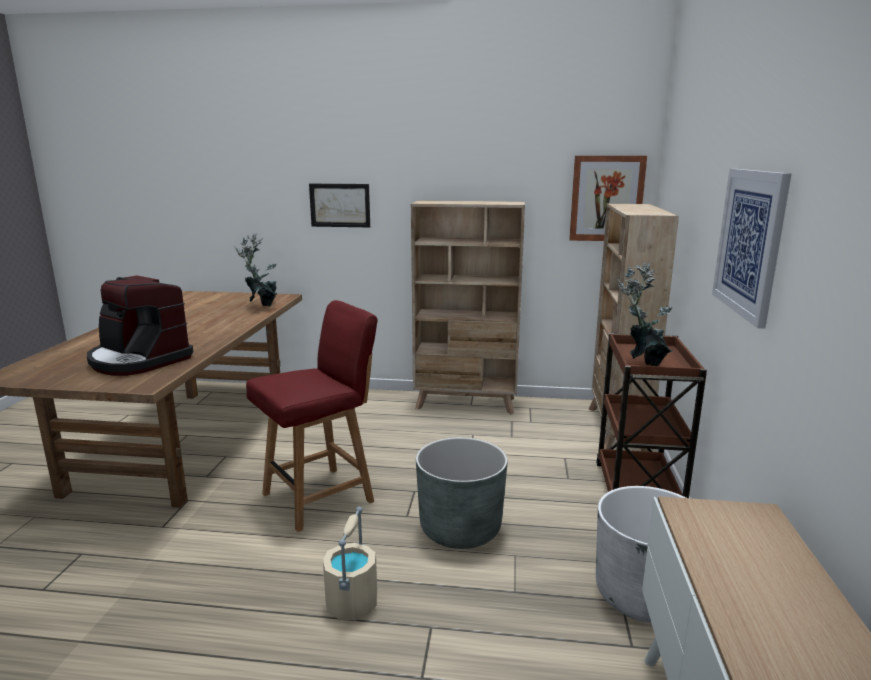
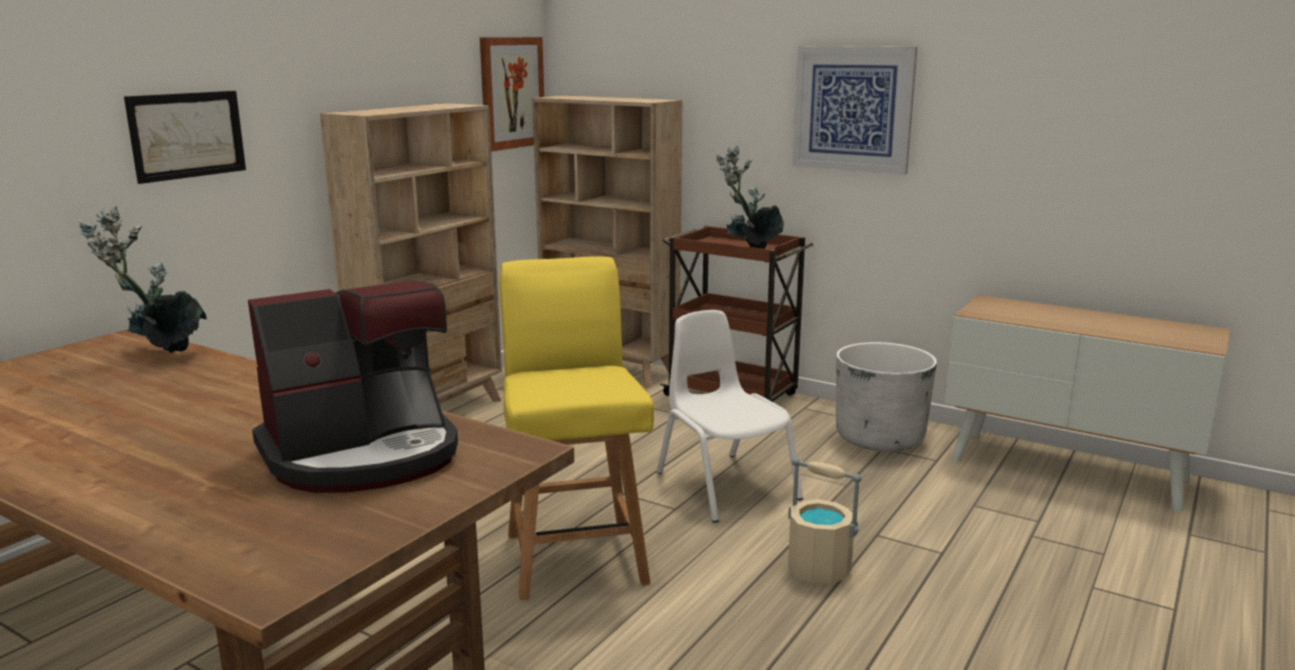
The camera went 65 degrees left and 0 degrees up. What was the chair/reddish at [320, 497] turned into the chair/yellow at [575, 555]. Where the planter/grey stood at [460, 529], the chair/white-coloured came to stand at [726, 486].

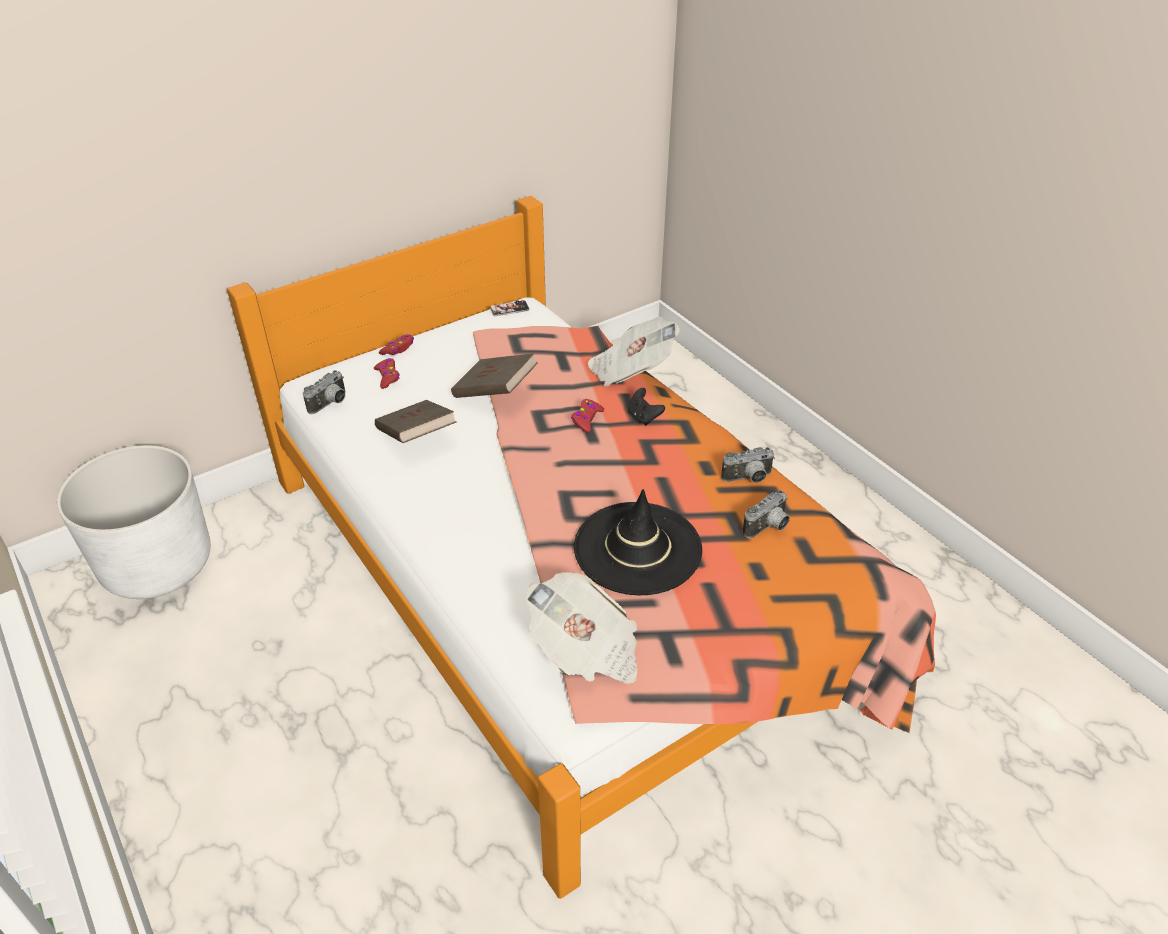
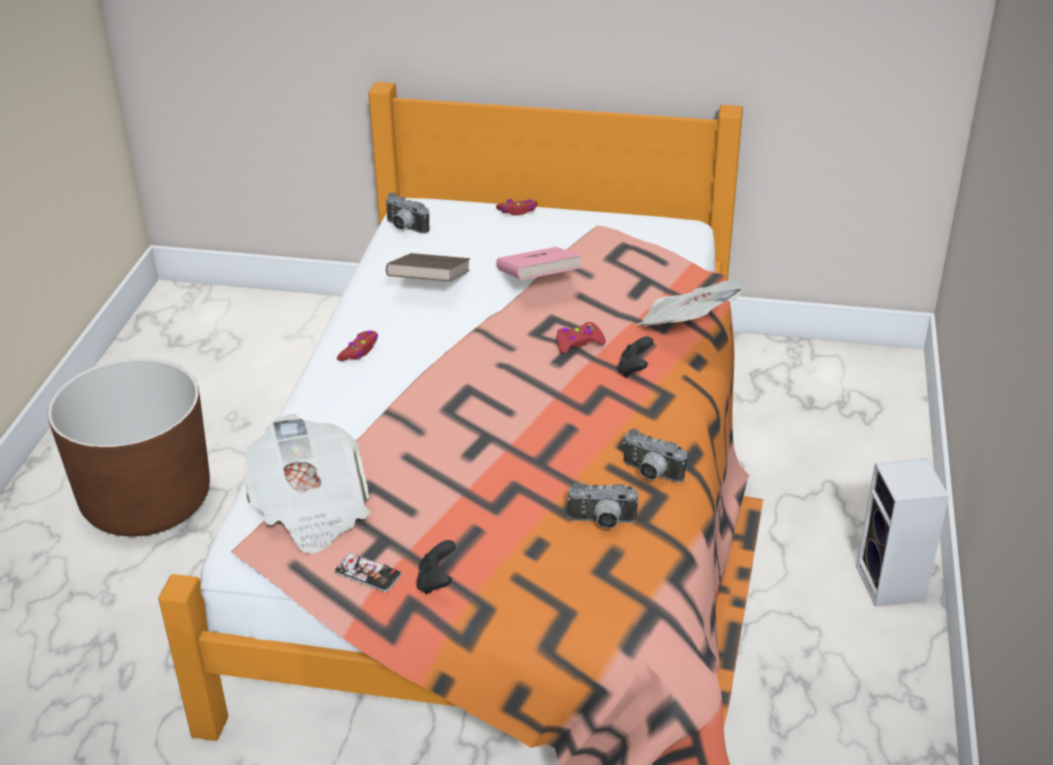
The camera went 45 degrees right and 5 degrees down. The second view lost the planter/white-coloured at [157, 564]. The photo camera at [331, 404] ended up facing another way, 45 degrees clockwise from before. The joypad/reddish ended up elsewhere, having gone from [387, 377] to [359, 351]. What was the bound book/brownish at [495, 392] turned into the bound book/pink-coloured at [538, 282]. The handset ended up elsewhere, having gone from [509, 309] to [368, 573]. The second view lost the hat/black at [637, 548]. The second view gained the planter/brownish at [147, 501]. The second view gained the joypad/black at [436, 582]. The second view gained the loudspeaker at [892, 585].

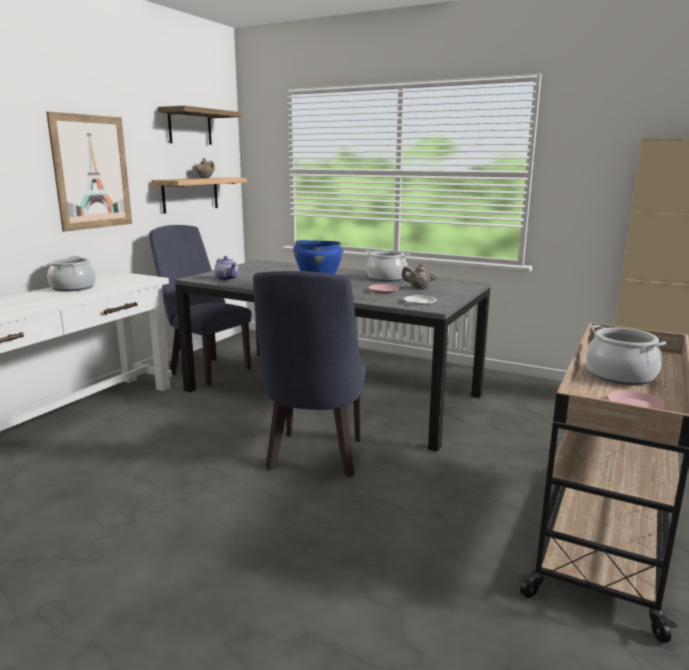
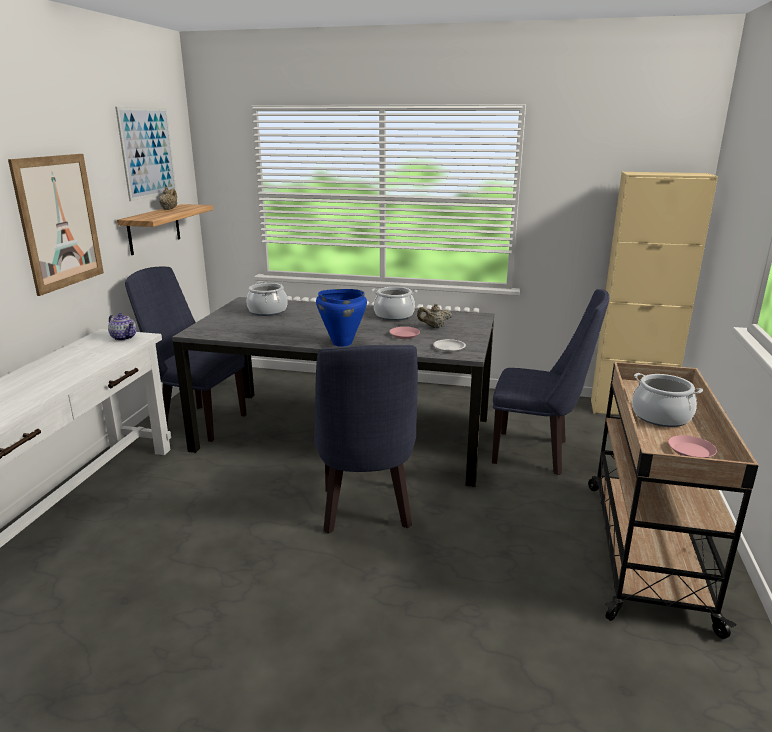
The camera went 15 degrees left and 5 degrees up. The saucepot ended up elsewhere, having gone from [73, 288] to [267, 311]. Where the bracket shelf hung at [190, 127], the picture came to hang at [147, 152]. The tea pot ended up elsewhere, having gone from [227, 279] to [124, 337]. The second view gained the chair/blue at [538, 453].

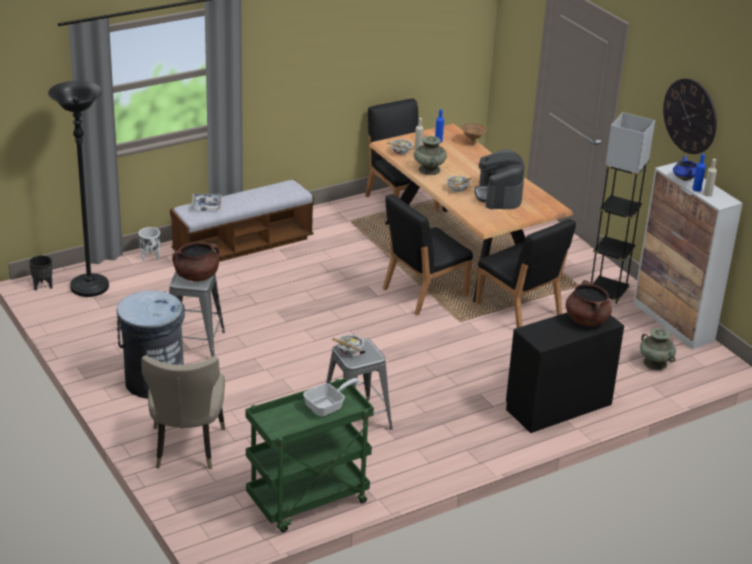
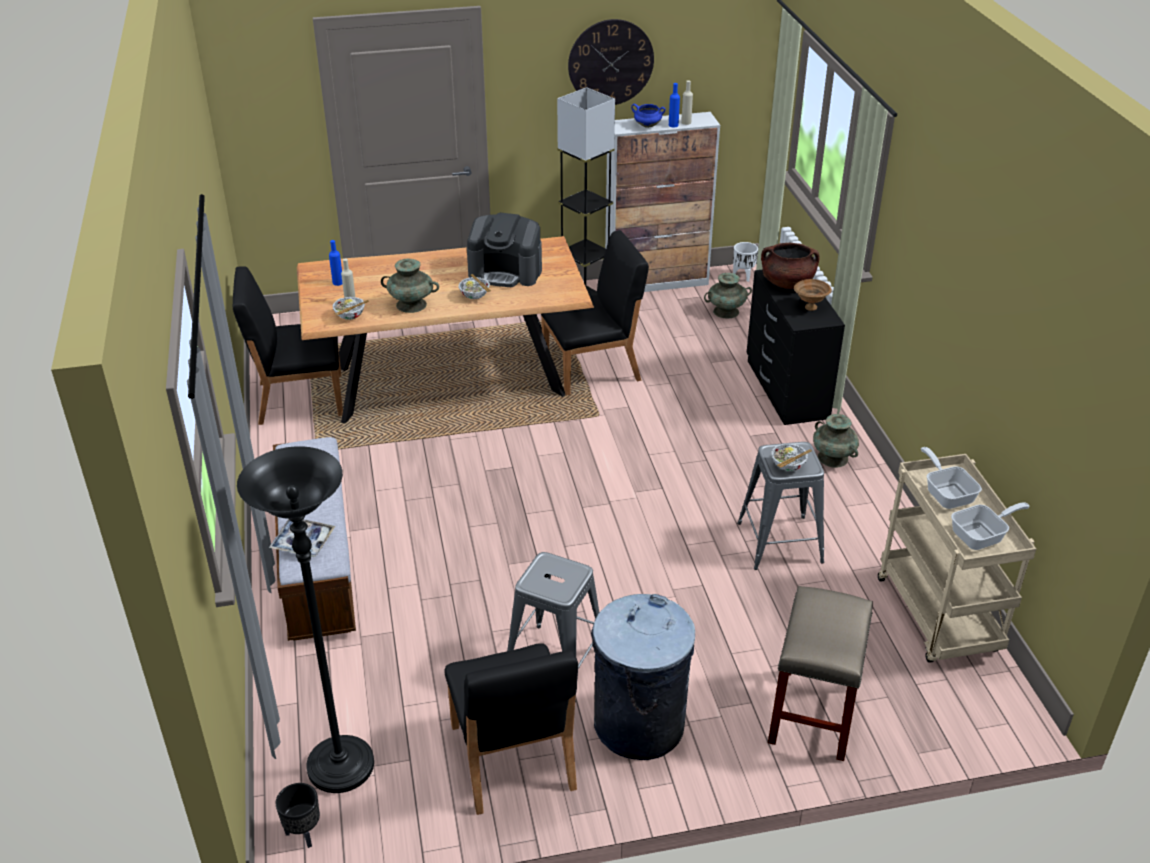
The camera went 70 degrees left and 5 degrees up. The planter/white-coloured ended up elsewhere, having gone from [150, 257] to [743, 276]. Where the chair/beige stood at [186, 450], the stool/beige came to stand at [813, 715]. The second view lost the saucepot/brownish at [196, 276]. What was the trolley/greenish at [307, 503] turned into the trolley/beige at [939, 617]. The chair/black ended up elsewhere, having gone from [423, 292] to [512, 759]. The bowl/brownish ended up elsewhere, having gone from [472, 142] to [809, 307]. The second view gained the vase/turquoise at [833, 458]. The second view gained the skillet at [982, 536].

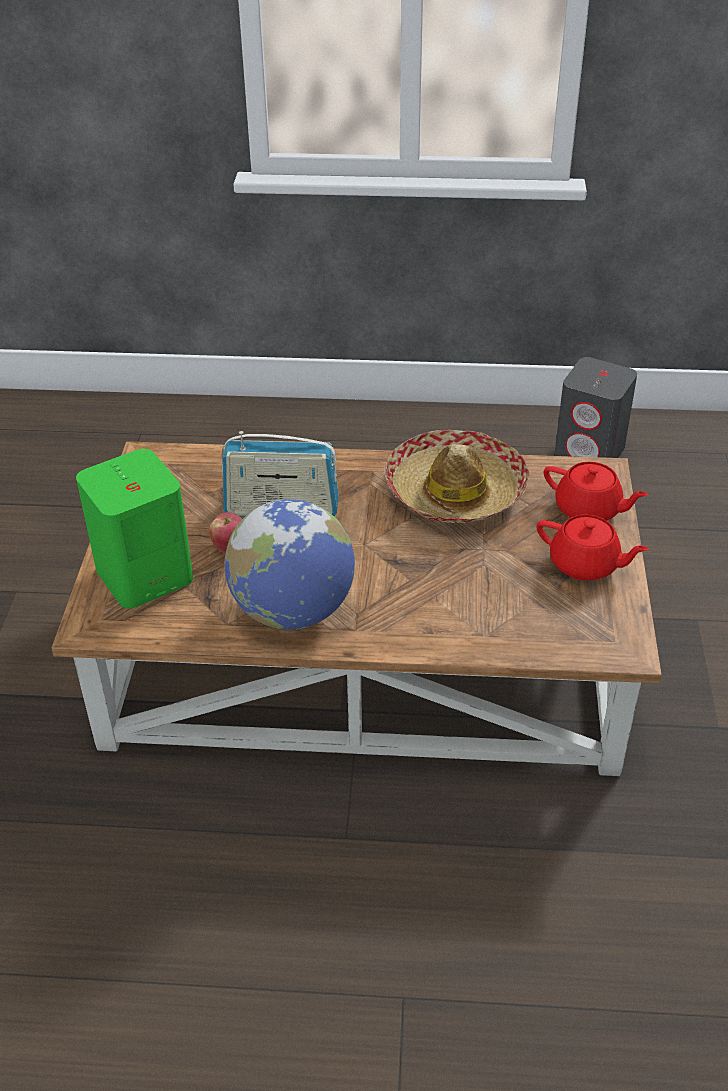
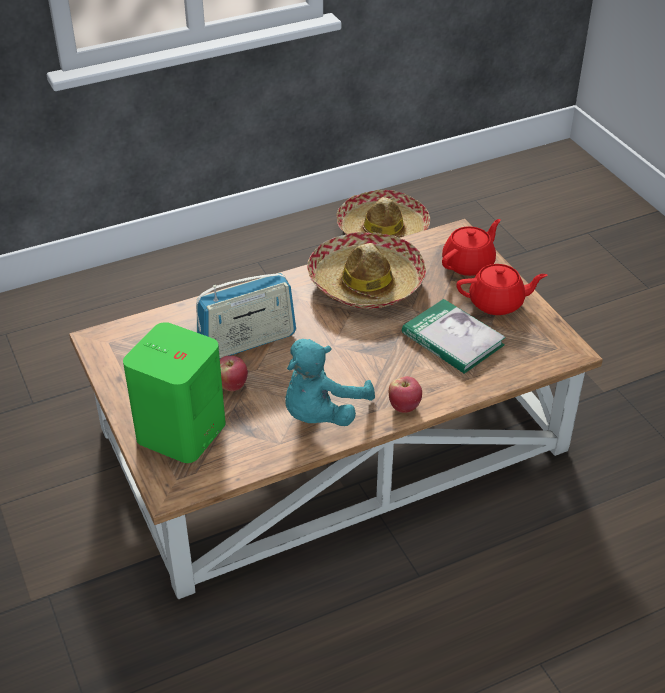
The camera went 30 degrees left and 0 degrees up. Where the world globe stood at [293, 610], the cuddly toy/turquoise came to stand at [321, 413]. The tea pot/reddish at [589, 509] ended up facing another way, 45 degrees counterclockwise from before. Where the loudspeaker/grey stood at [590, 453], the hat came to stand at [383, 230]. The second view gained the apple at [404, 407]. The second view gained the bound book at [452, 339].

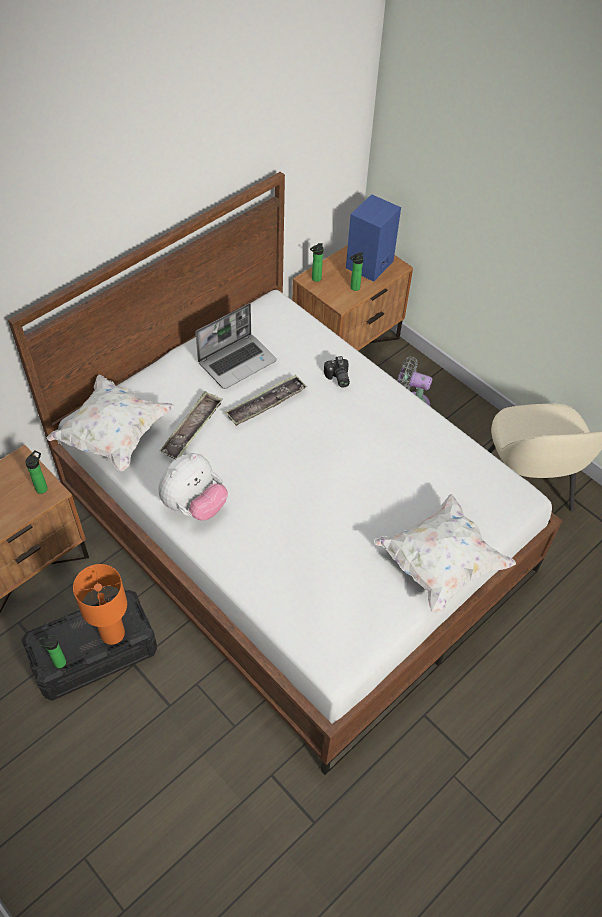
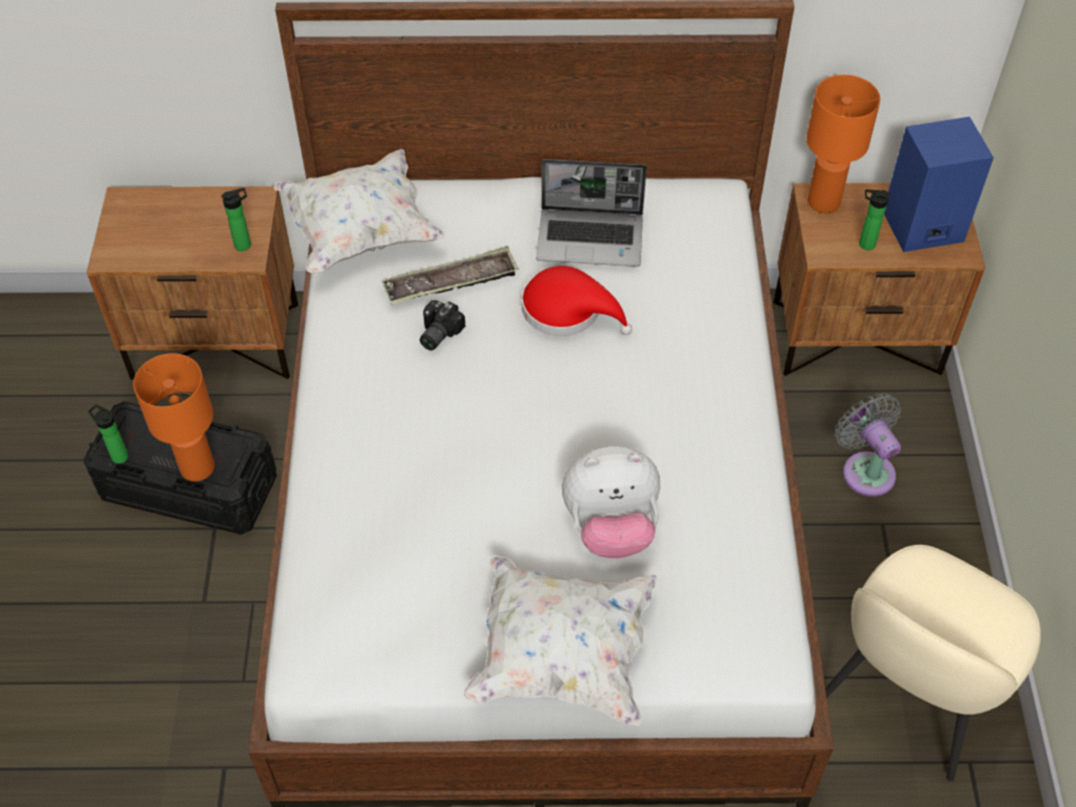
The camera went 45 degrees right and 0 degrees up. The cuddly toy ended up elsewhere, having gone from [194, 505] to [611, 527]. Where the tray stood at [266, 404], the hat/reddish came to stand at [568, 310]. Where the drink bottle stood at [315, 279], the tabletop lamp/orangey came to stand at [823, 201]. The photo camera ended up elsewhere, having gone from [337, 378] to [436, 333].

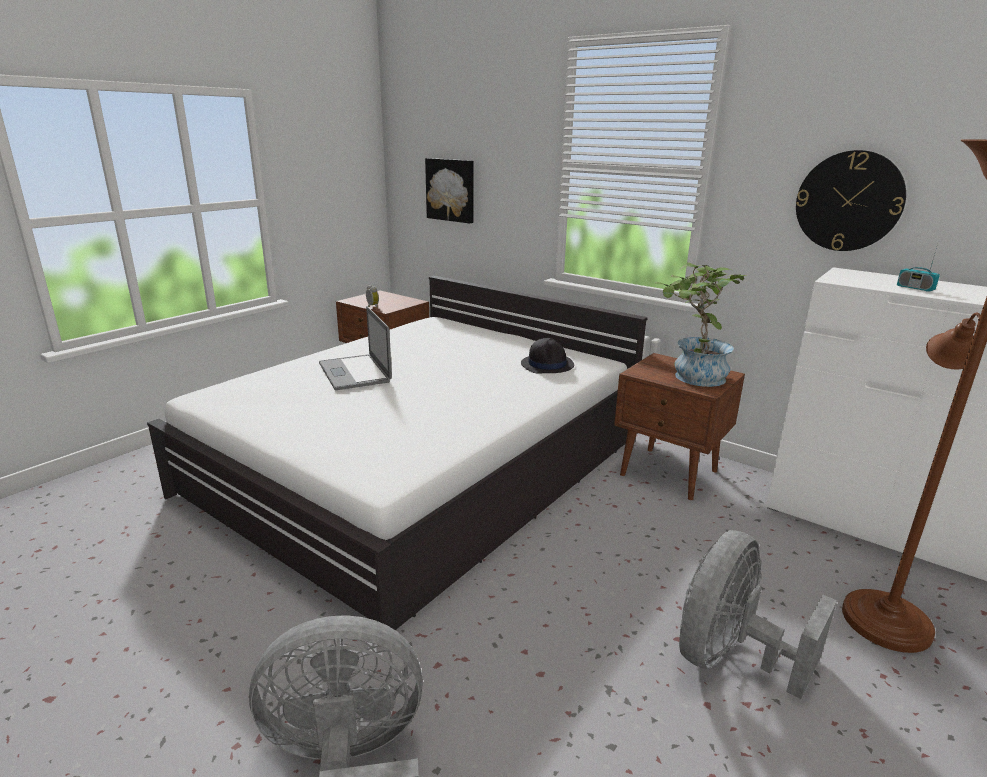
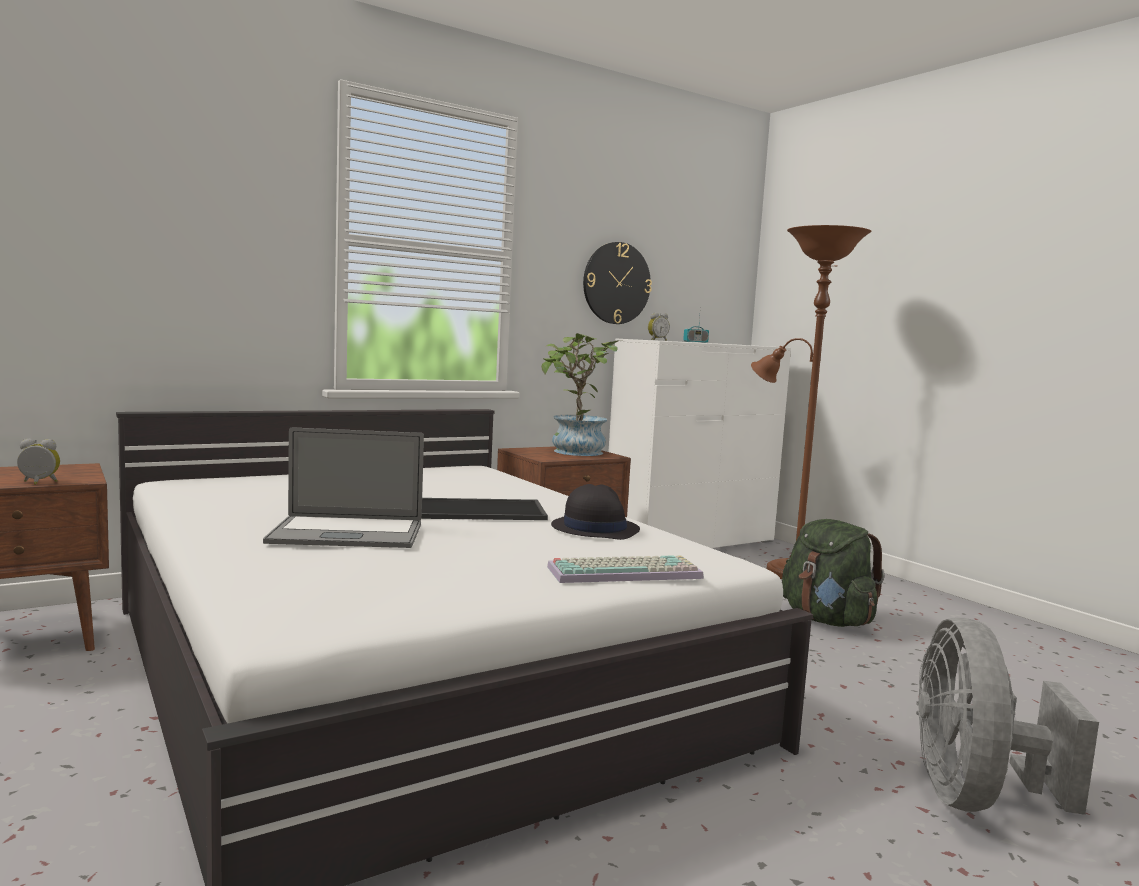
The camera went 70 degrees left and 15 degrees down. The second view lost the picture at [451, 190]. The hat/black ended up elsewhere, having gone from [547, 365] to [594, 528]. Where the fan/grey stood at [730, 657], the rucksack/greenish came to stand at [827, 620]. The second view gained the tray at [481, 510]. The second view gained the computer keyboard at [625, 571]. The second view gained the bedside clock at [657, 340].

